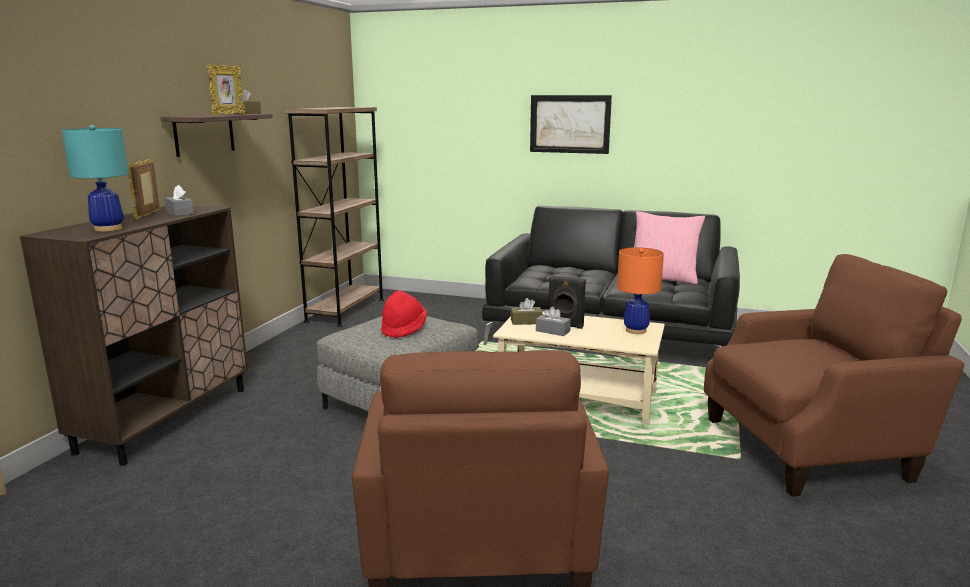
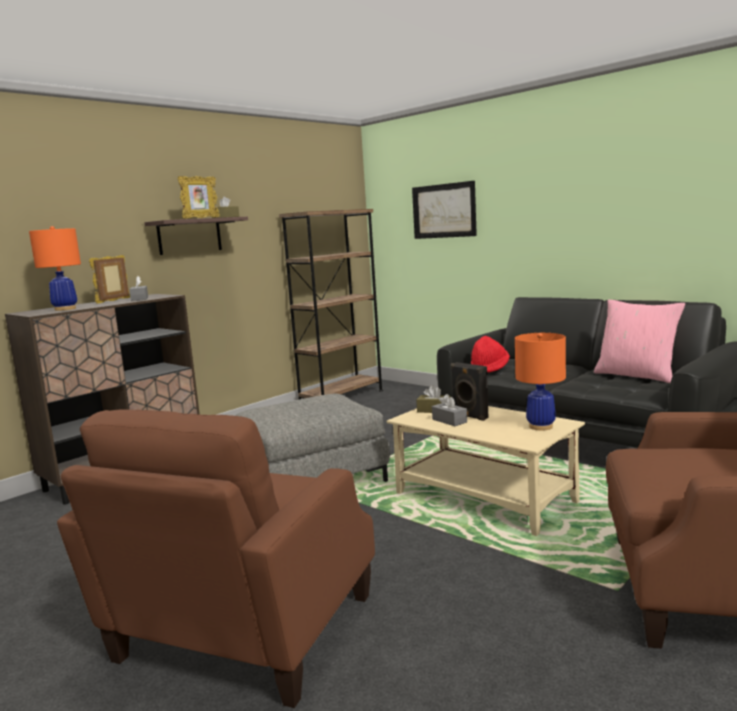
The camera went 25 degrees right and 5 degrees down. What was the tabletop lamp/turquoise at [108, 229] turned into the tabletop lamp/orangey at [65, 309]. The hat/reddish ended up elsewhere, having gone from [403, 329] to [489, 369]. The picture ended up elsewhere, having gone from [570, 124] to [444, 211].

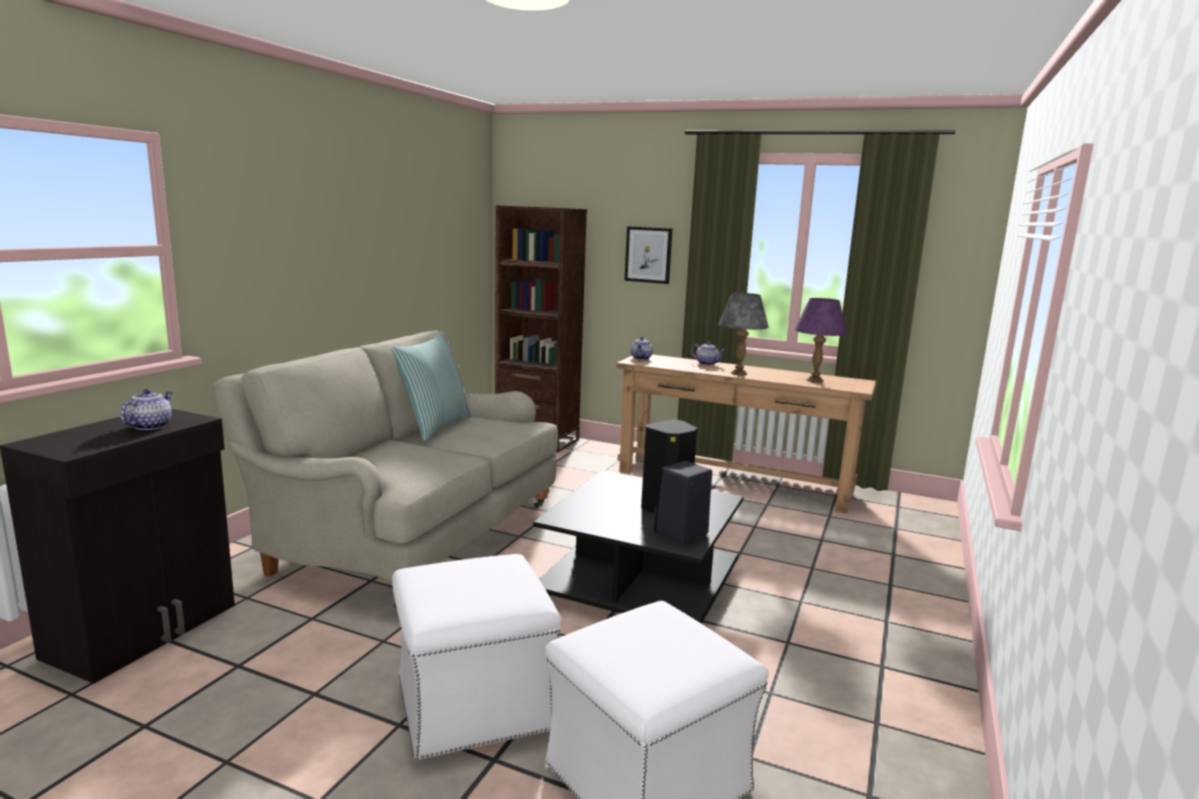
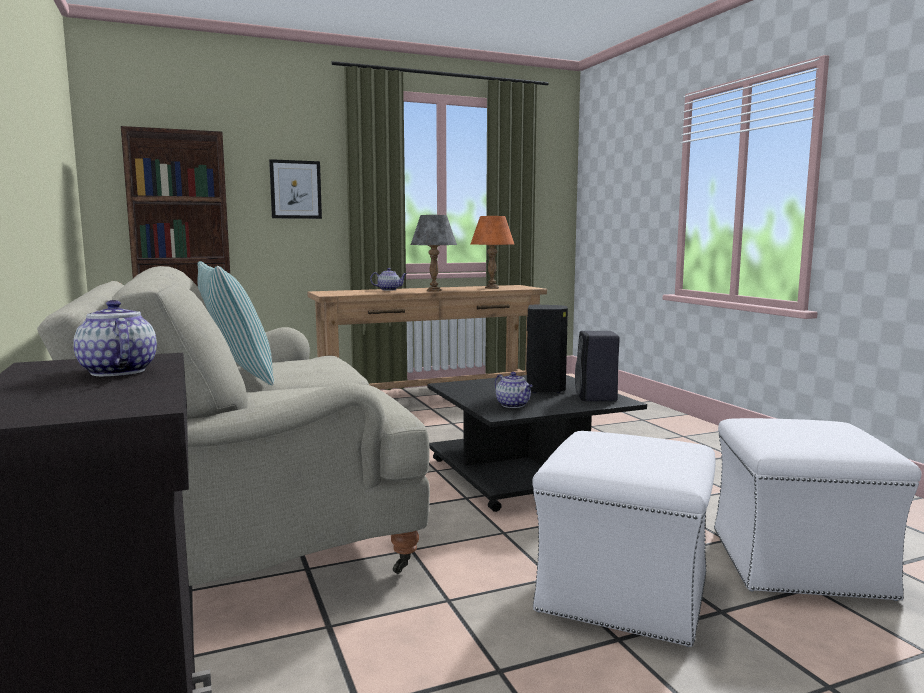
The camera went 45 degrees left and 5 degrees down. The tea pot ended up elsewhere, having gone from [641, 358] to [513, 405]. What was the tabletop lamp/purple at [815, 380] turned into the tabletop lamp/orangey at [492, 288].

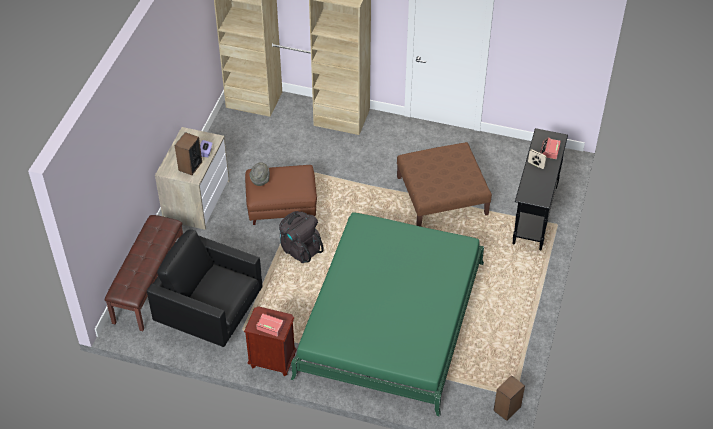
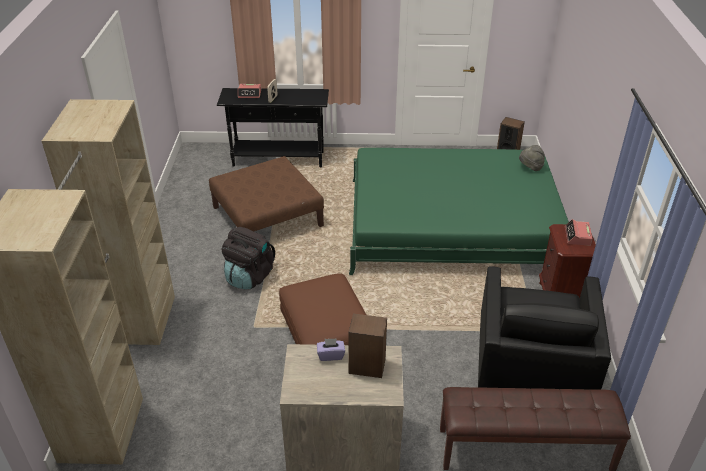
The camera went 105 degrees left and 10 degrees down. The hat/grey ended up elsewhere, having gone from [260, 180] to [530, 168]. The rucksack/black ended up elsewhere, having gone from [300, 248] to [249, 276].

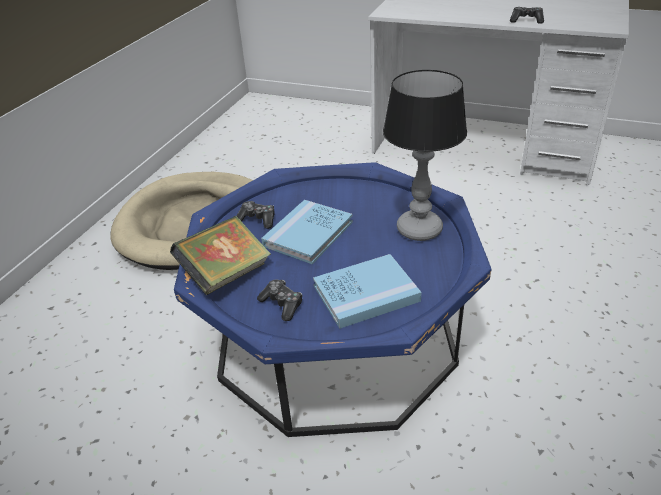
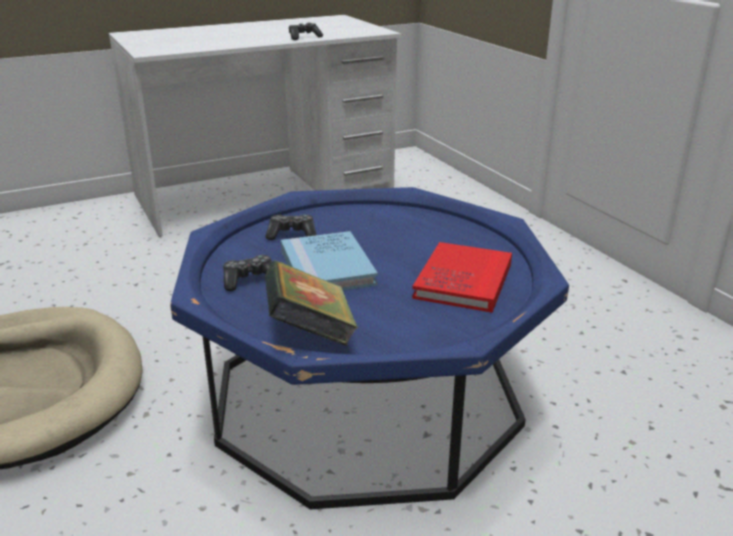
The camera went 50 degrees left and 10 degrees down. The joypad ended up elsewhere, having gone from [282, 304] to [292, 234]. What was the bound book/blue at [366, 293] turned into the bound book/reddish at [463, 281]. The second view lost the tabletop lamp at [418, 229].

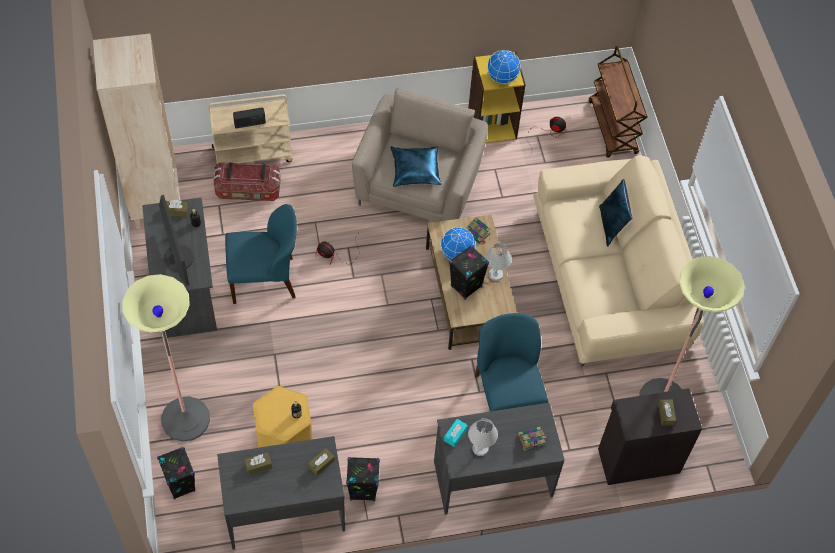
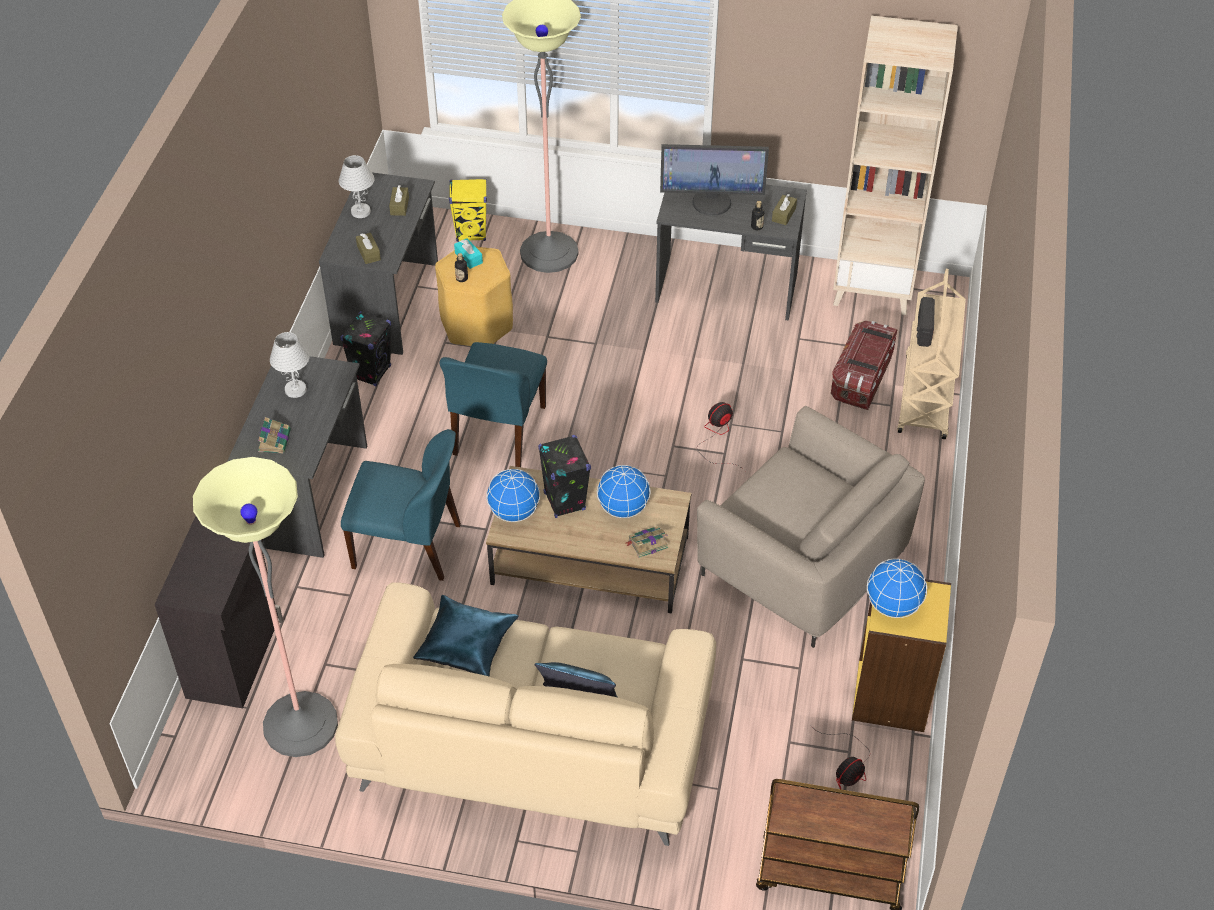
The camera went 115 degrees right and 10 degrees down. What was the loudspeaker/black at [180, 484] turned into the loudspeaker/yellow at [471, 233]. The chair/blue ended up elsewhere, having gone from [265, 280] to [498, 432]. The throw pillow/blue ended up elsewhere, having gone from [415, 171] to [465, 643]. The tissue holder/turquoise ended up elsewhere, having gone from [455, 435] to [468, 258]. The tabletop lamp/white-coloured ended up elsewhere, having gone from [495, 275] to [360, 211]. The second view lost the tissue holder/brownish at [666, 414]. The second view gained the world globe at [513, 512].

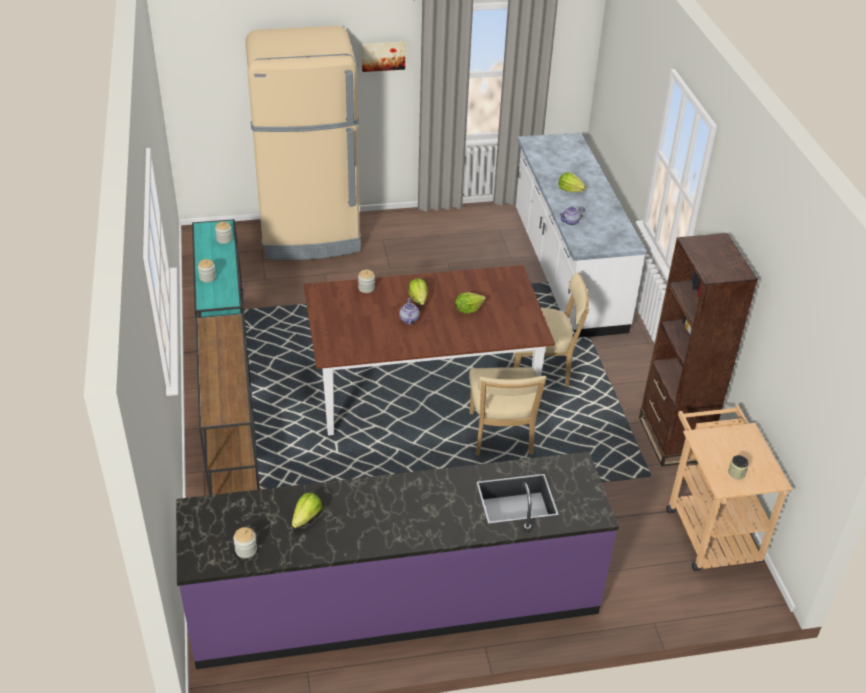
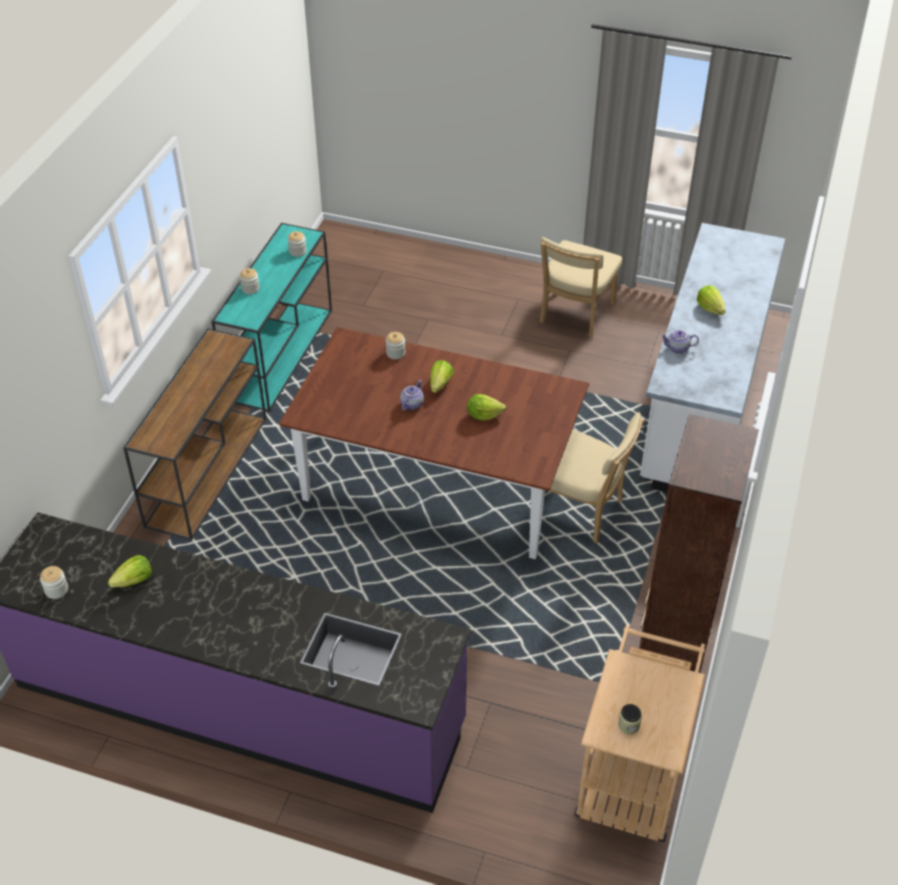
The camera went 30 degrees right and 5 degrees up. The second view lost the refrigerator/beige at [310, 237]. The second view lost the picture at [383, 55]. The chair/beige ended up elsewhere, having gone from [501, 436] to [574, 315].

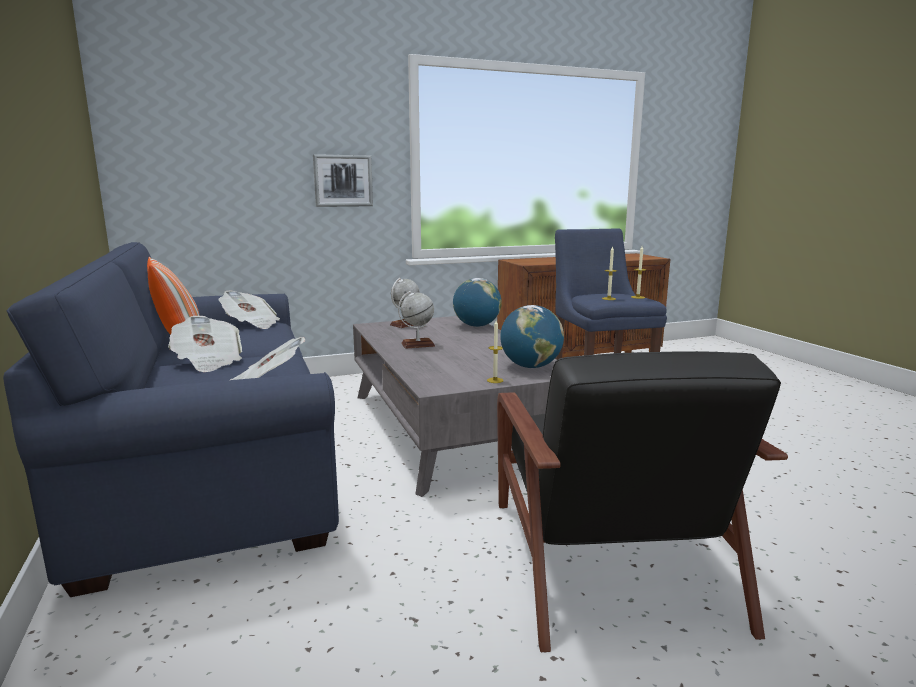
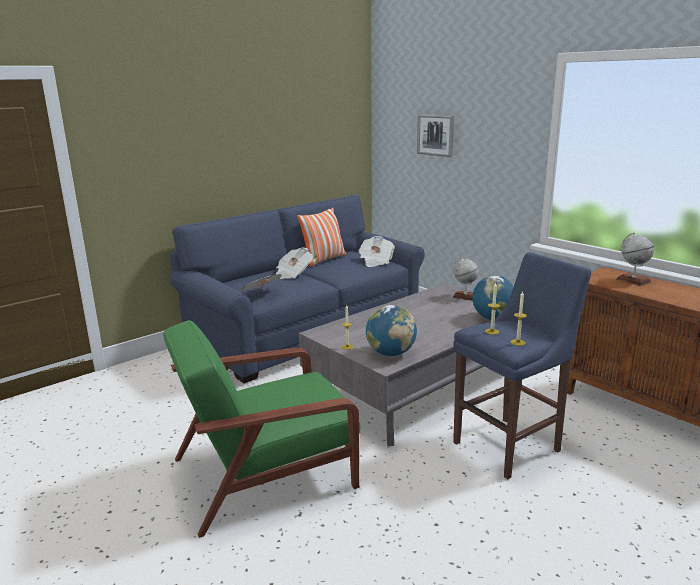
The camera went 70 degrees right and 5 degrees up. The picture ended up elsewhere, having gone from [343, 181] to [436, 135]. The world globe ended up elsewhere, having gone from [417, 344] to [632, 280]. What was the armchair/black at [606, 556] turned into the armchair/greenish at [268, 471].

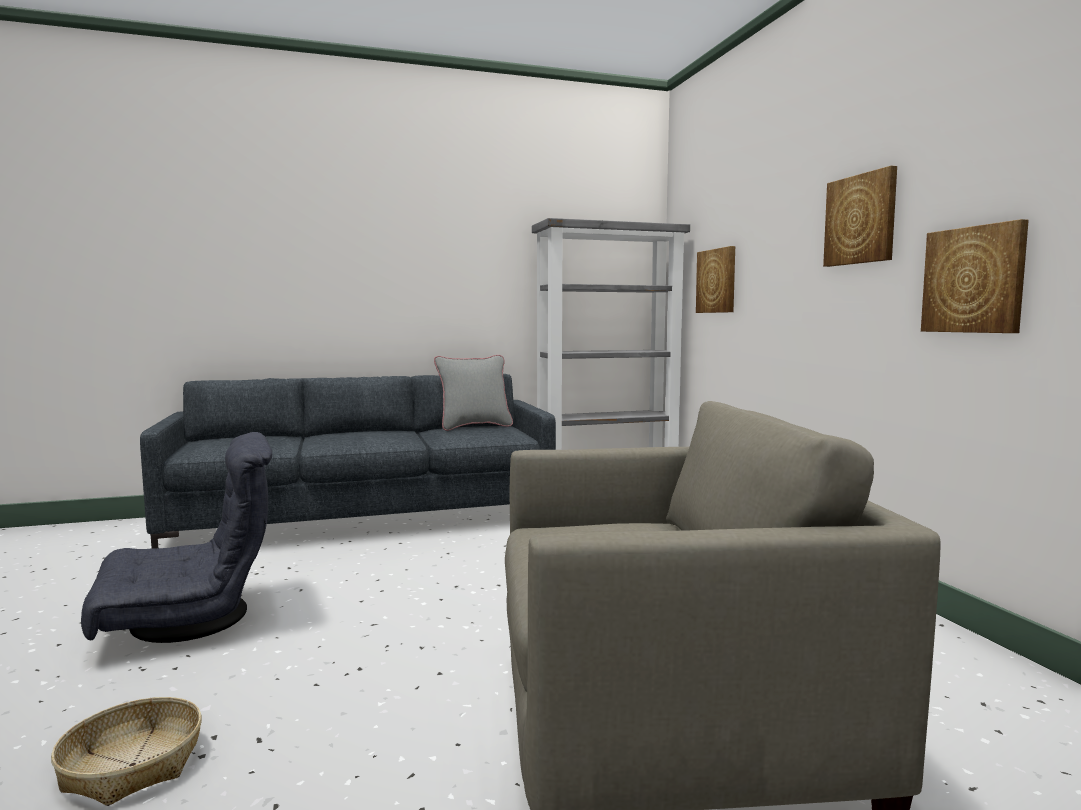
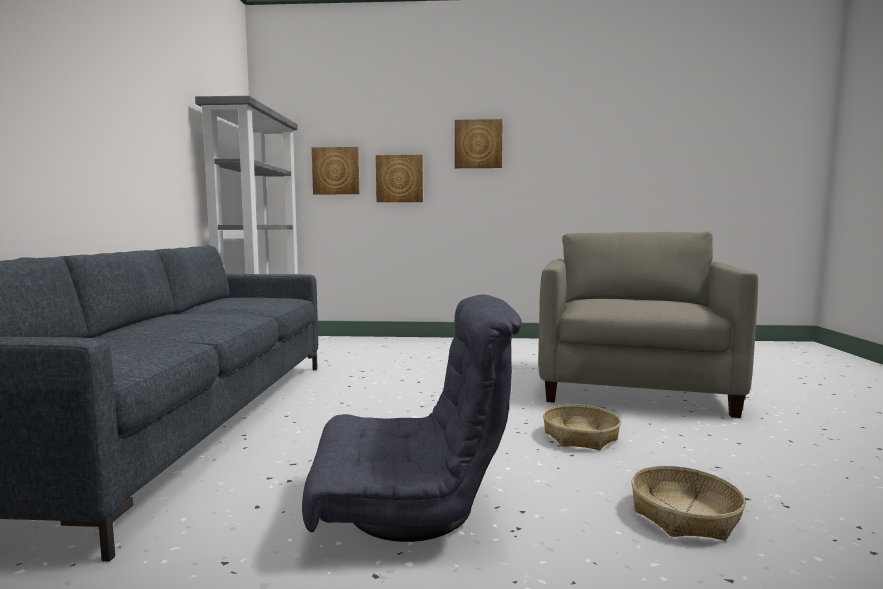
The camera went 70 degrees left and 0 degrees up. The armchair/grey at [190, 622] ended up facing another way, 90 degrees clockwise from before. The second view lost the throw pillow/grey at [474, 426]. The picture ended up elsewhere, having gone from [974, 280] to [399, 178]. The second view gained the basket at [580, 436].

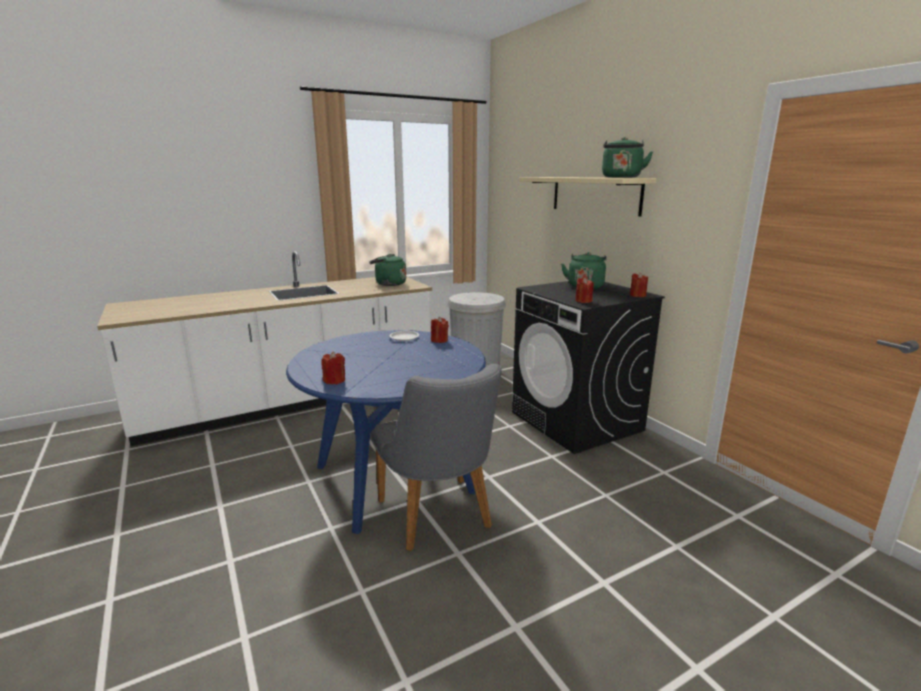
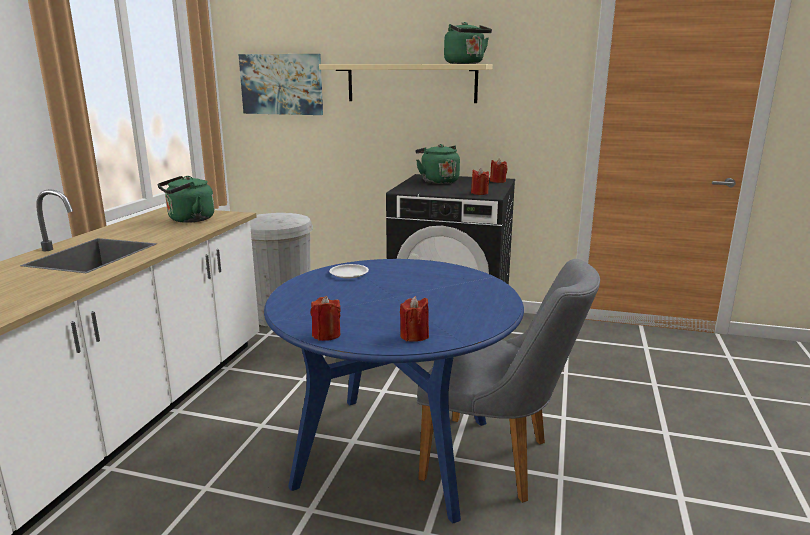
The camera went 45 degrees left and 0 degrees up. The wax candle/reddish ended up elsewhere, having gone from [439, 340] to [326, 335]. The second view gained the picture at [281, 84].

